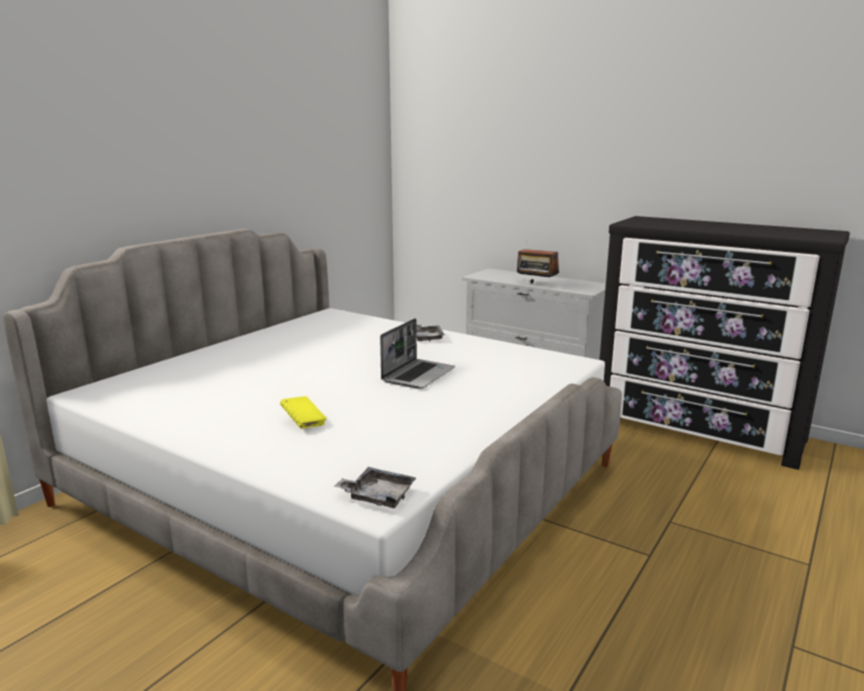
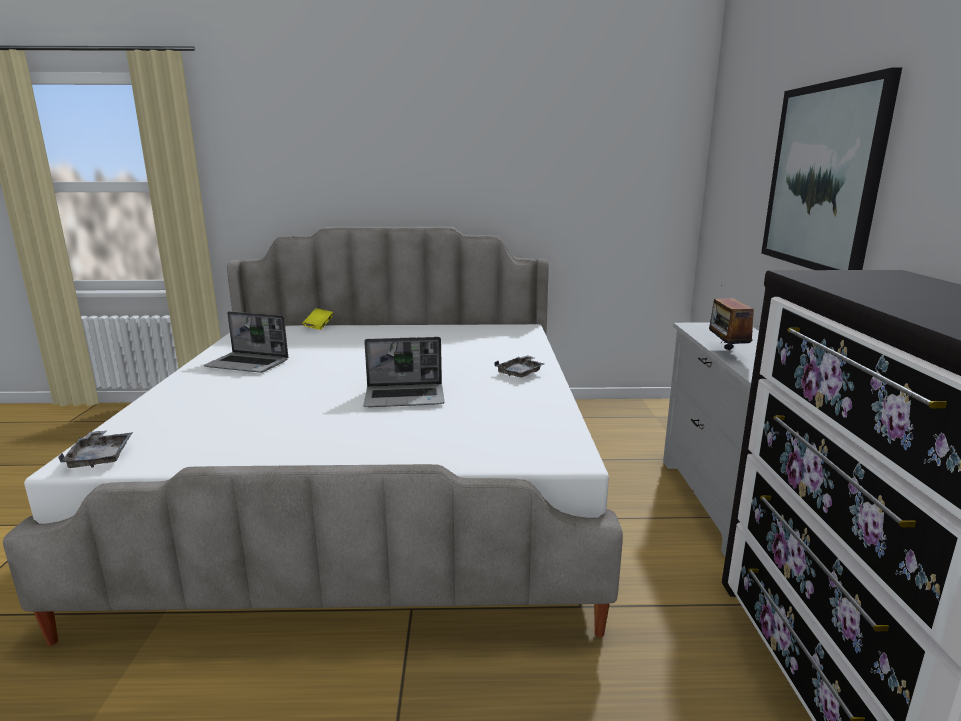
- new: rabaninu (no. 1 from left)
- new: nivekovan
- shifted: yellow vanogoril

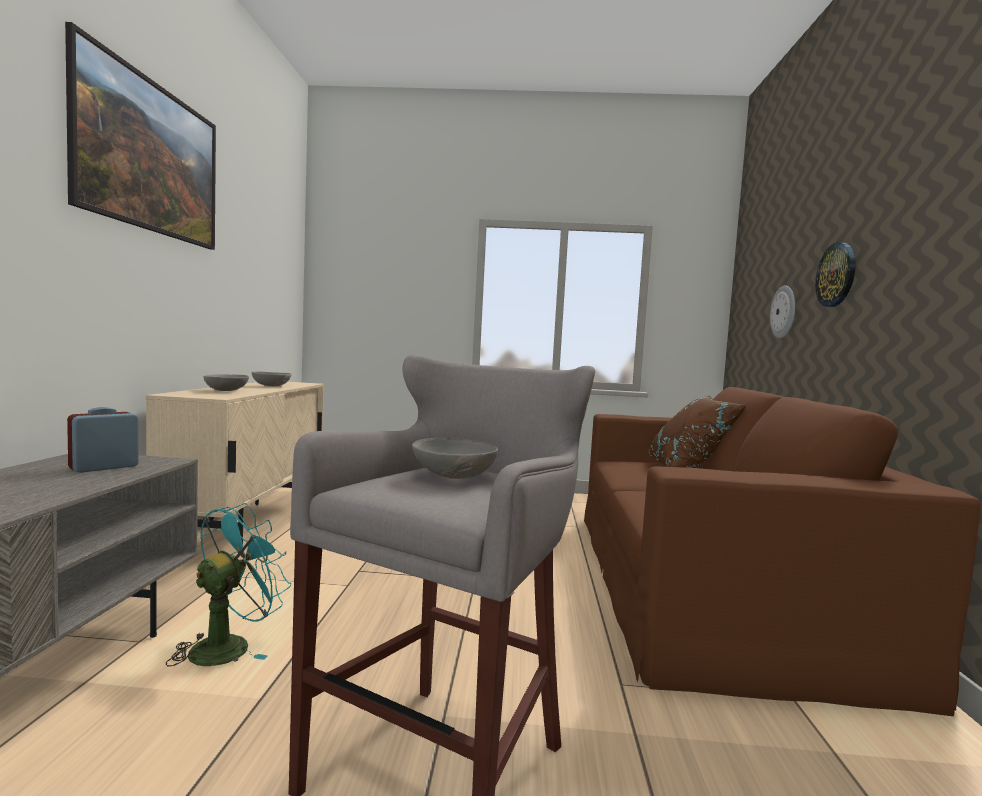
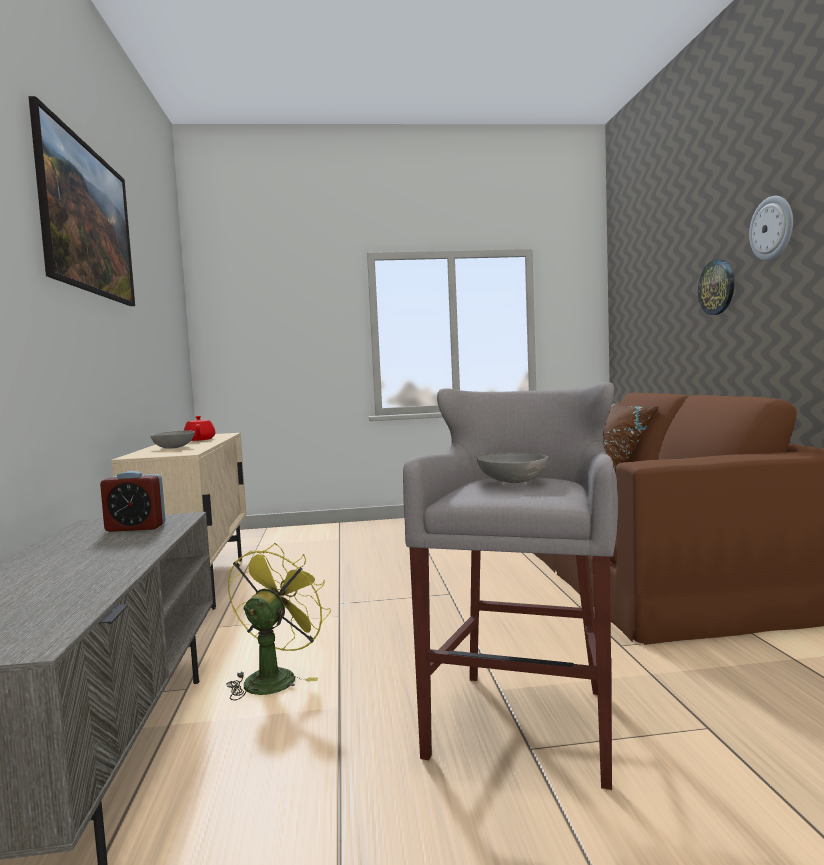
- shifted: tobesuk (no. 1 from left in the first image) to tobesuk (no. 2 from left)
- swapped: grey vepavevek (no. 2 from left) to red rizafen
- repainted: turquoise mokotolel to yellow mokotolel
- rotated: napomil 120 degrees counterclockwise

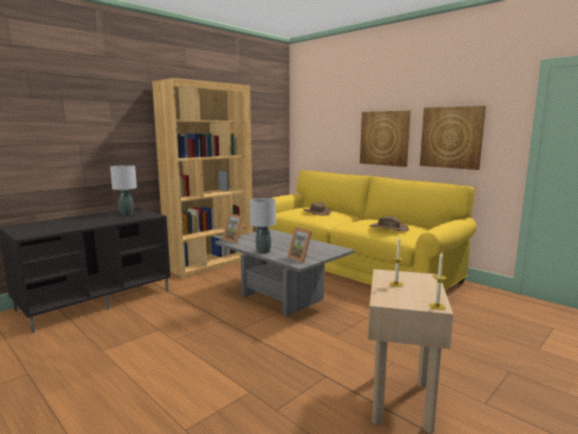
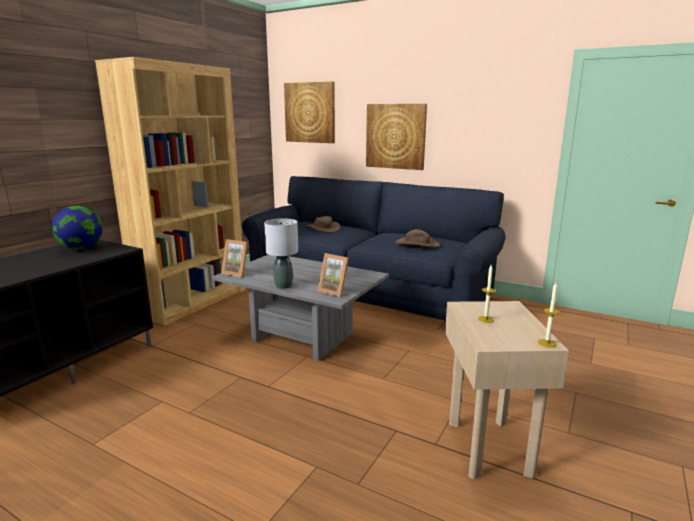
- shifted: nivekovan (no. 2 from left in the first image) to nivekovan (no. 1 from left)
- swapped: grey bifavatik (no. 1 from left) to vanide
- repainted: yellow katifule to blue katifule

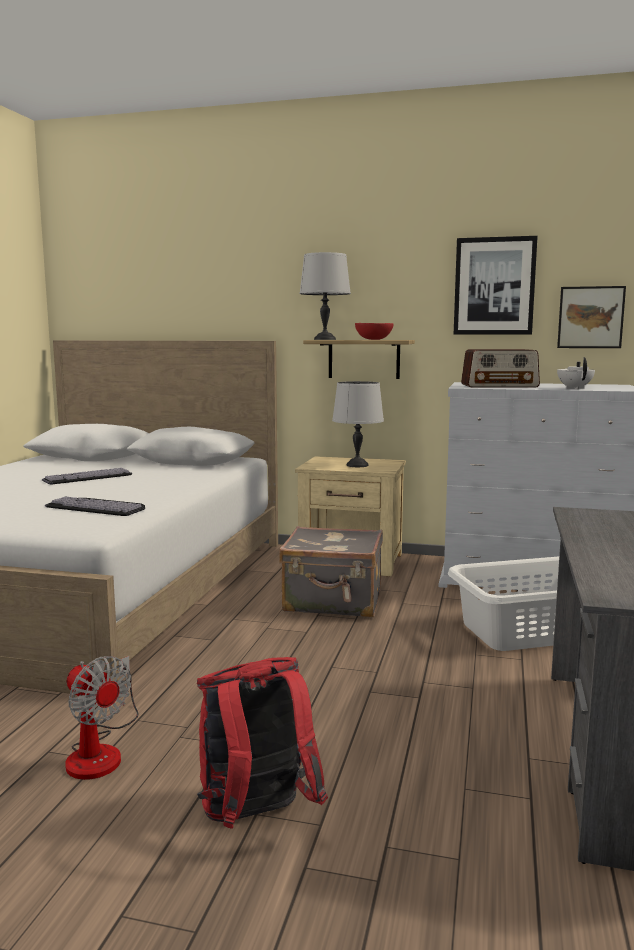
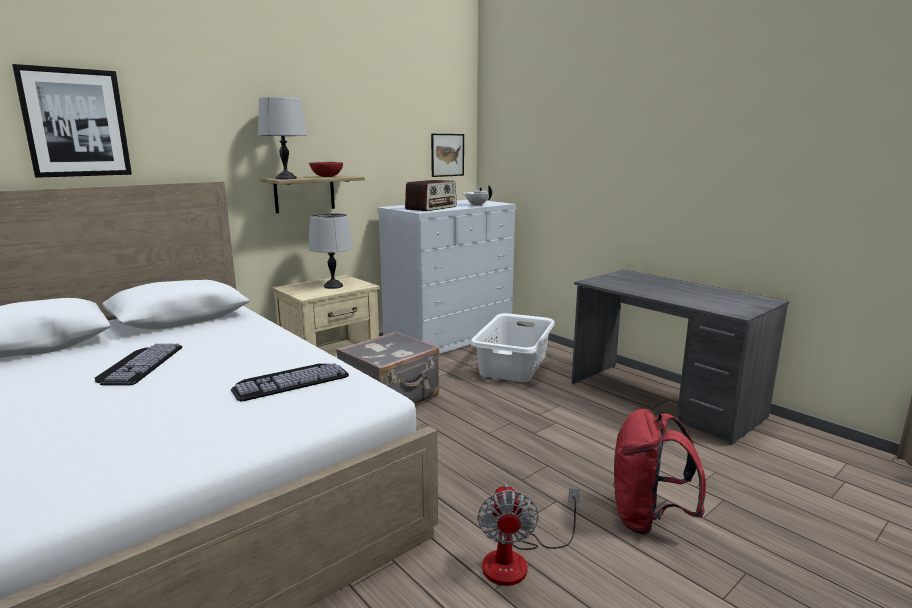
- shifted: nivekovan (no. 1 from left)
- rotated: mokotolel 105 degrees clockwise

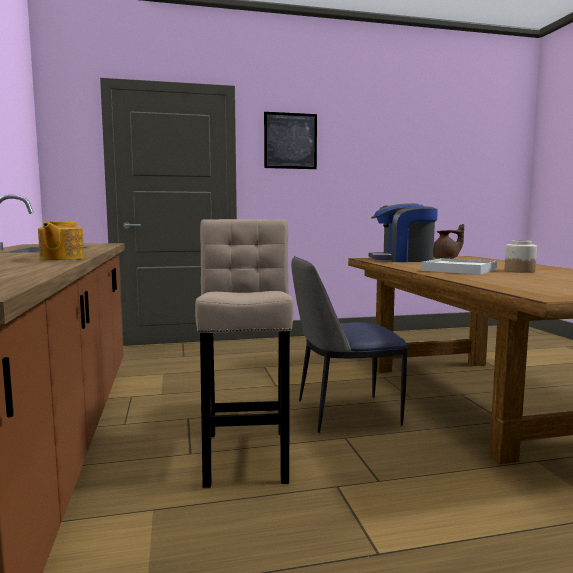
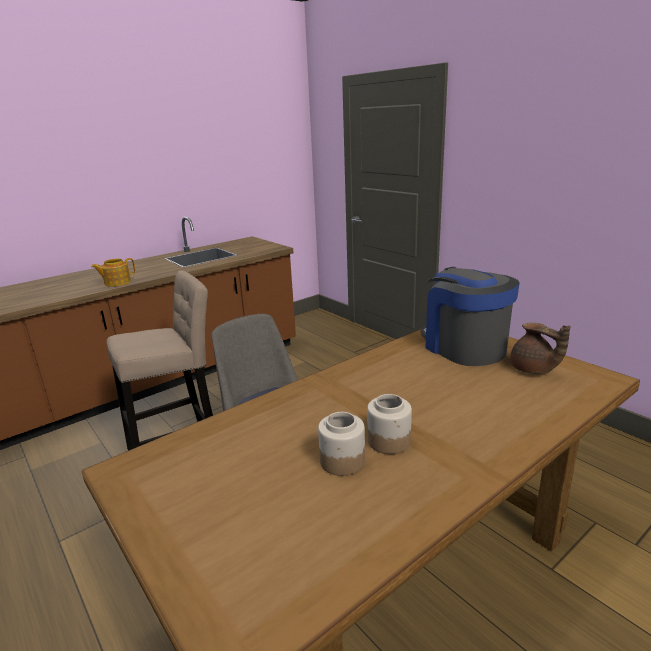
- gone: nivekovan
- gone: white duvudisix
- new: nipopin (no. 1 from left)

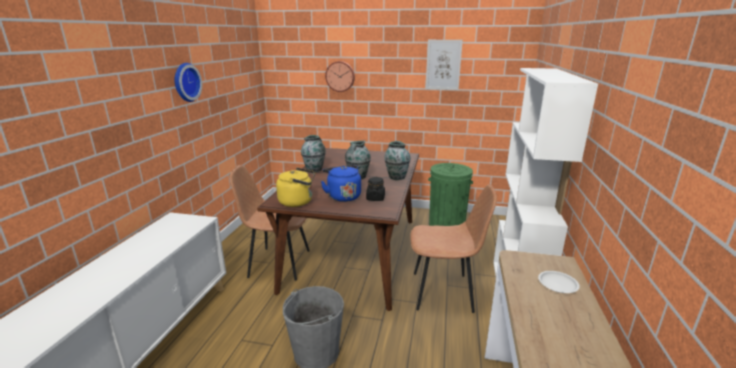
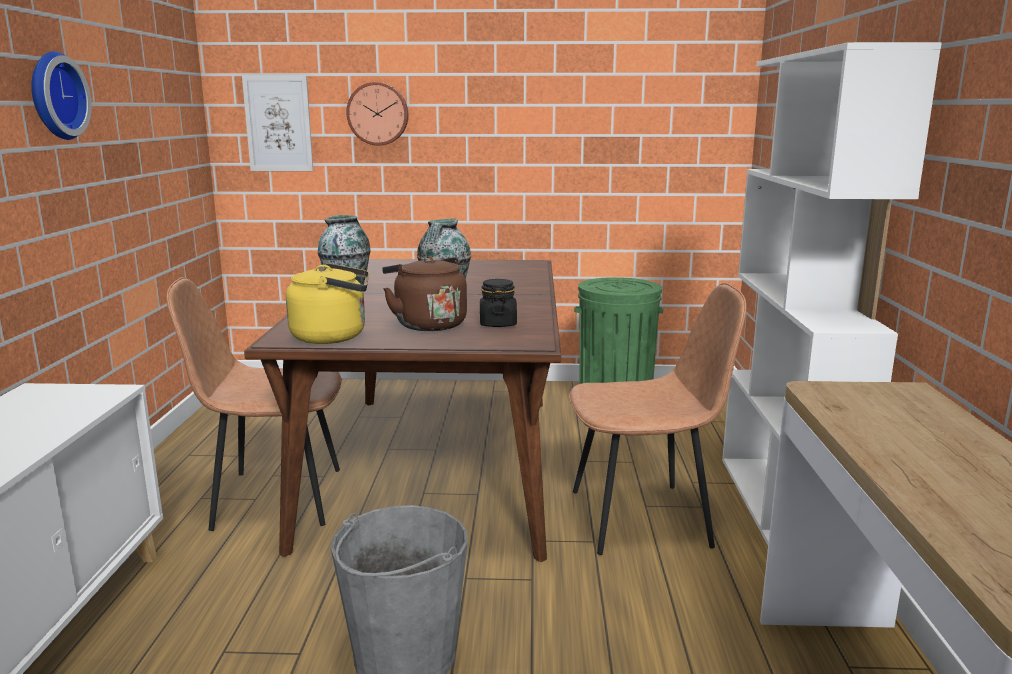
- gone: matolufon (no. 3 from left)
- gone: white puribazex
- shifted: nivekovan
- repainted: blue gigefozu to brown gigefozu

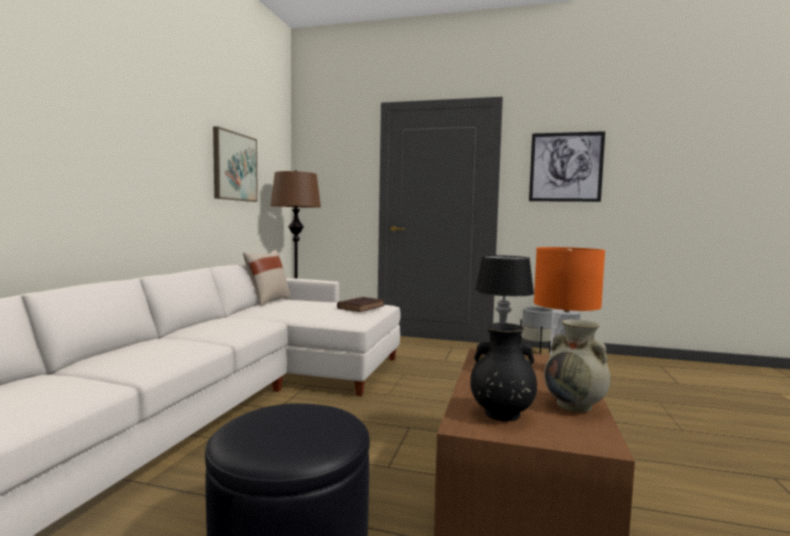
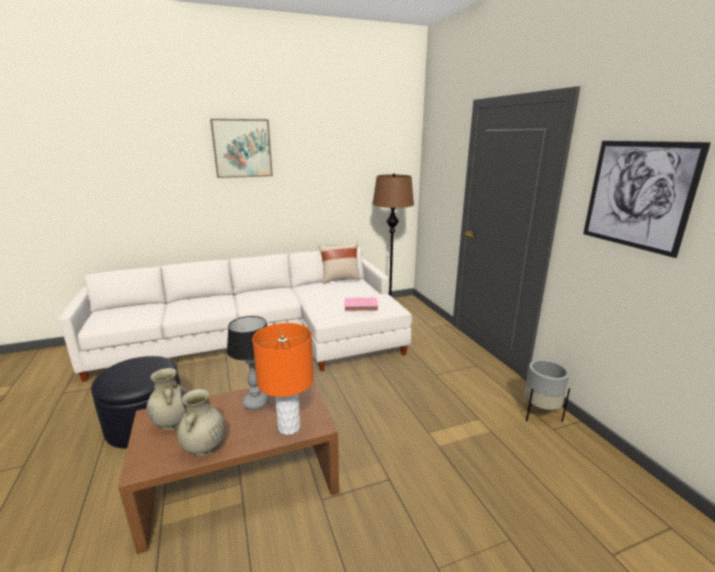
- shifted: nivekovan (no. 1 from left)
- repainted: brown vanogoril to pink vanogoril
- repainted: black matolufon to beige matolufon (no. 1 from left)

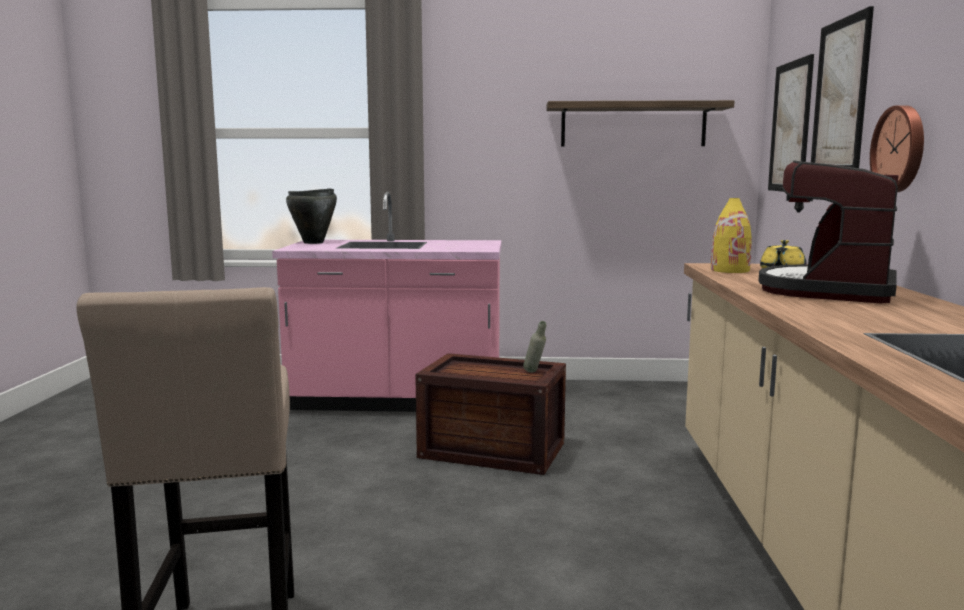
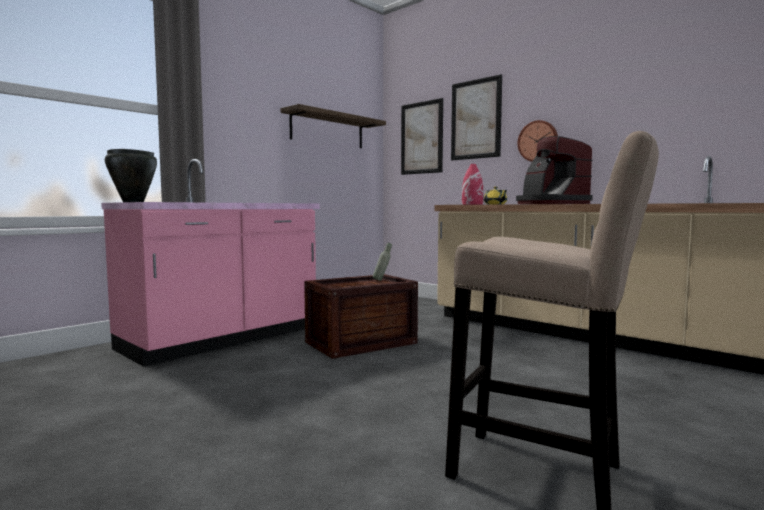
- repainted: yellow matolufon to red matolufon

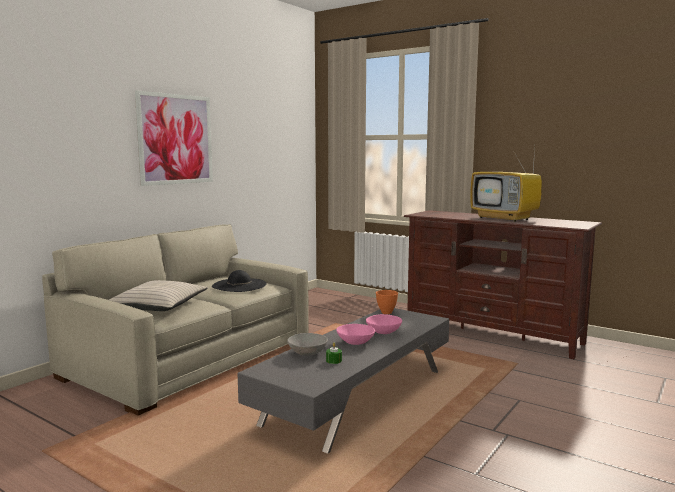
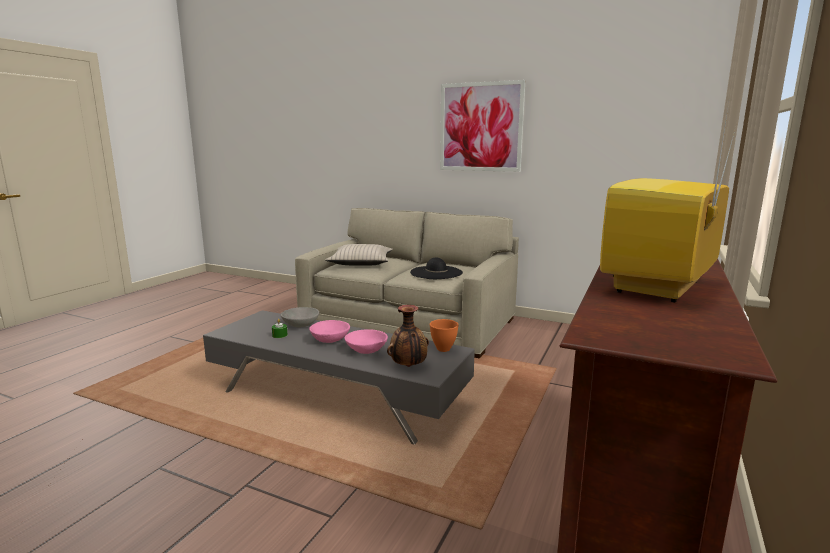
- new: matolufon

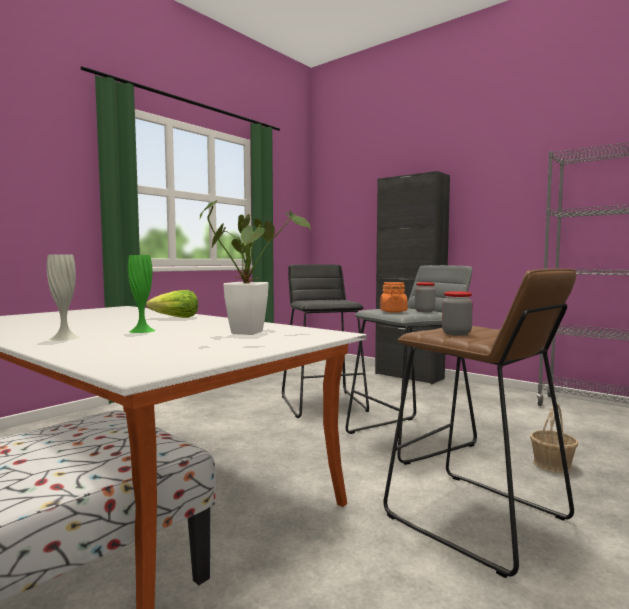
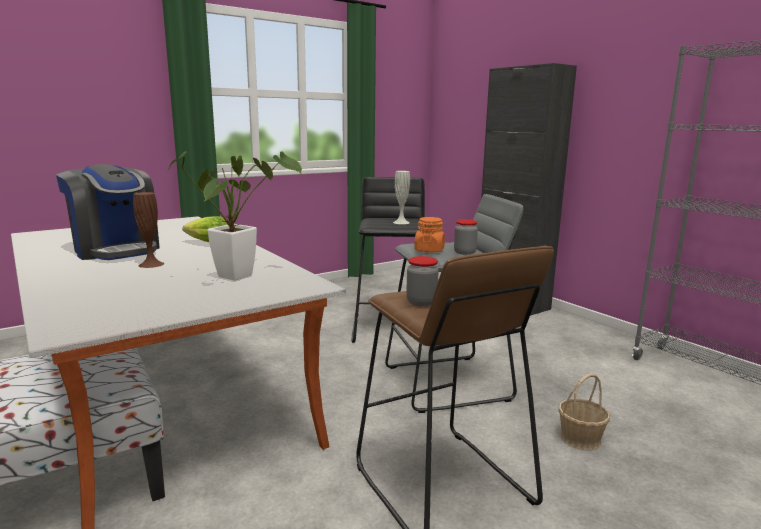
- new: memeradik
- shifted: white matolufon
- repainted: green matolufon to brown matolufon

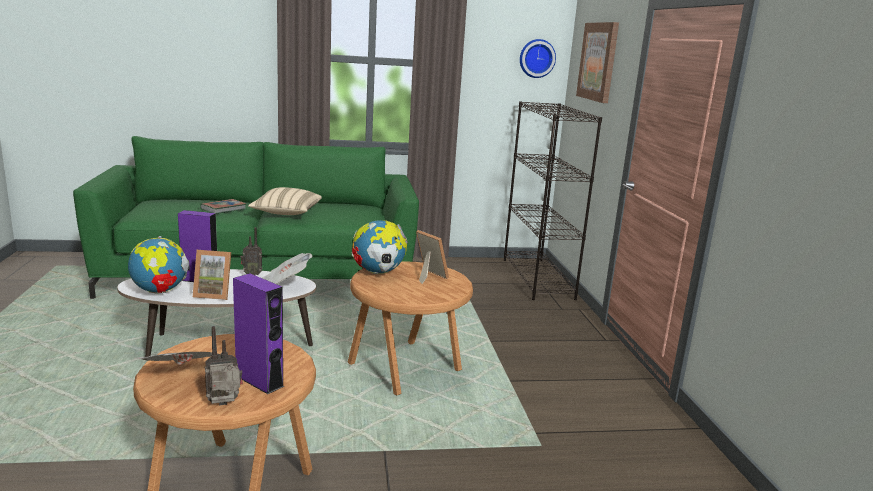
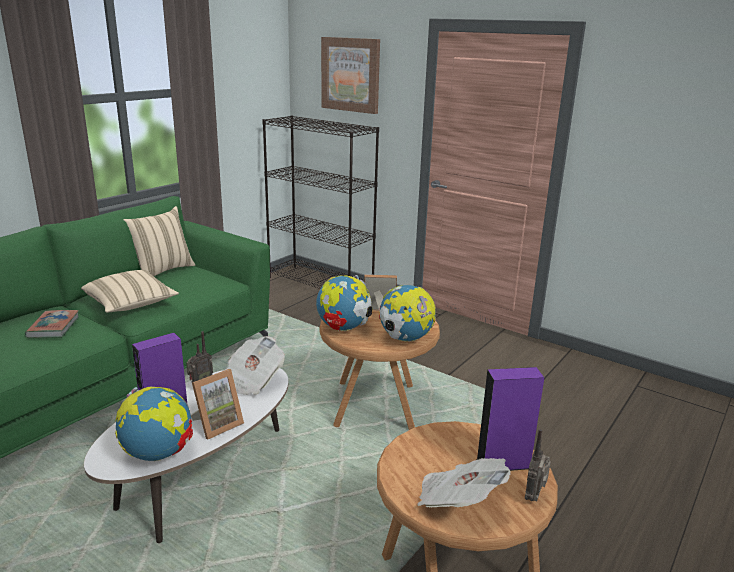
- gone: tobesuk
- new: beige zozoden (no. 2 from left)
- new: vanide (no. 3 from left)

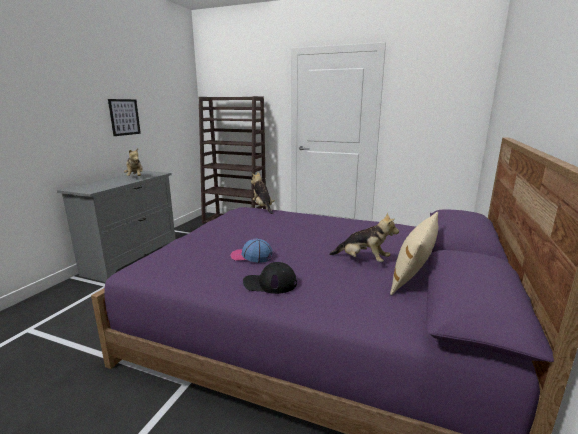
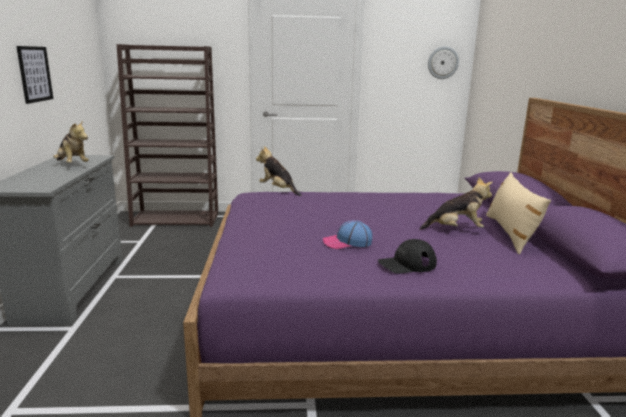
- new: tobesuk

